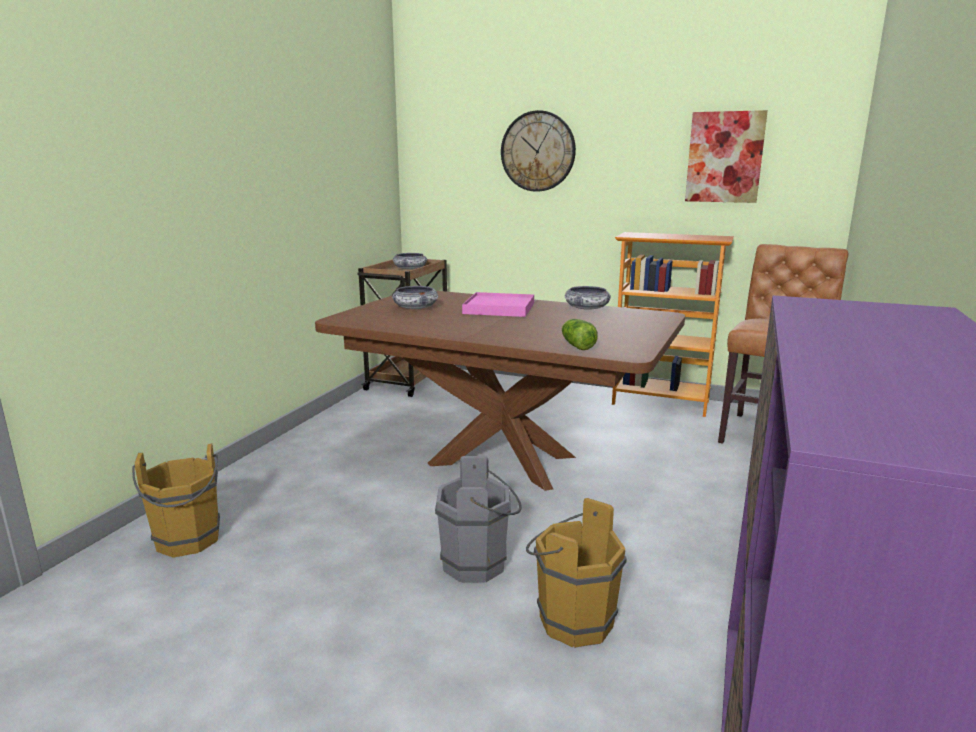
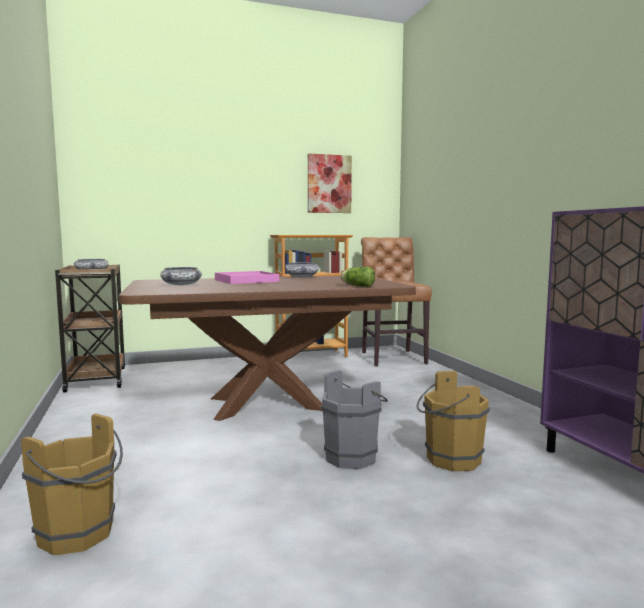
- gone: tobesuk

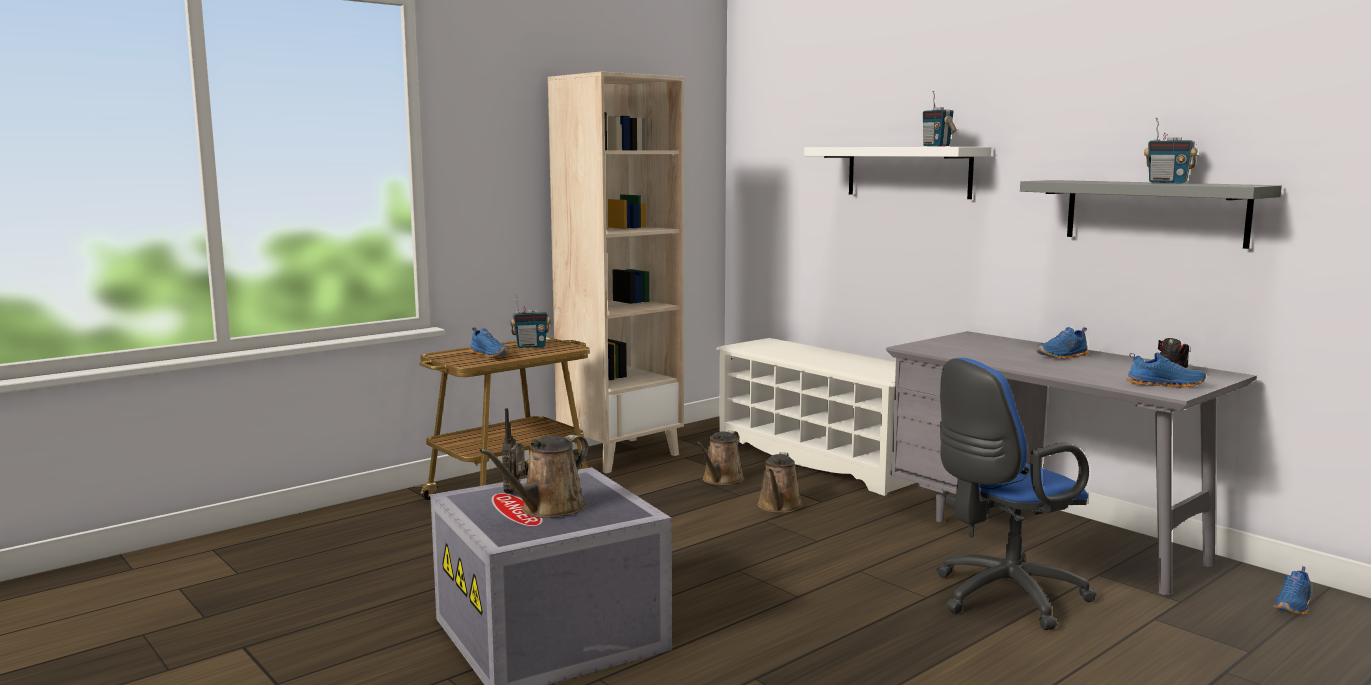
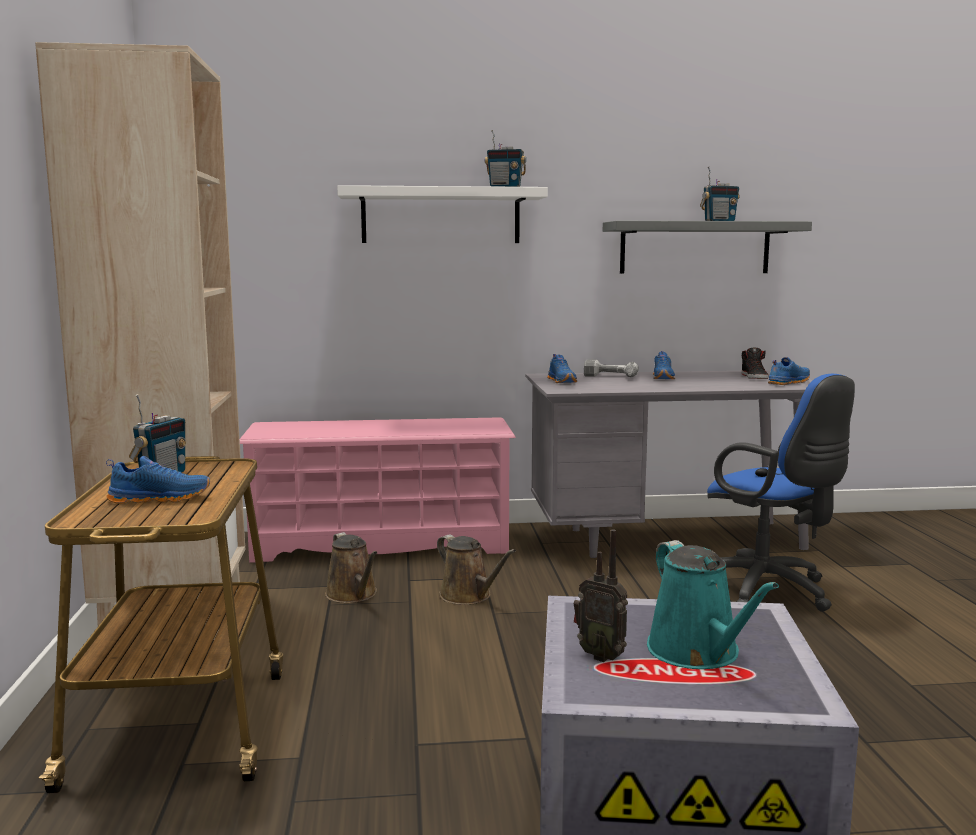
- new: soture
- shifted: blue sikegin (no. 4 from left in the first image) to blue sikegin (no. 2 from left)
- repainted: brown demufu (no. 1 from left) to turquoise demufu
- repainted: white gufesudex to pink gufesudex
- rotated: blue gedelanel 45 degrees counterclockwise

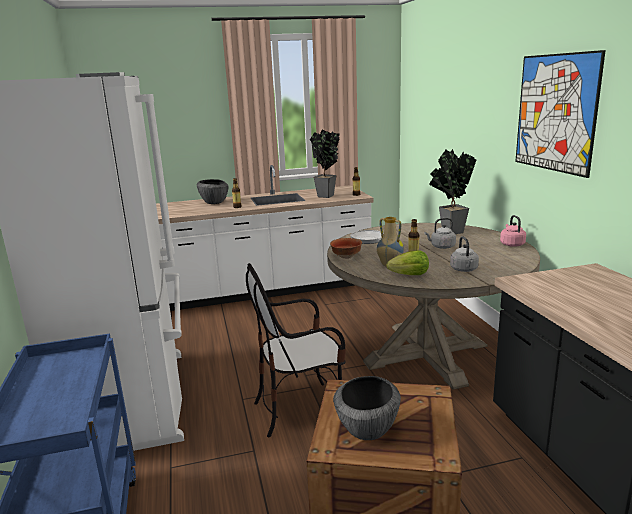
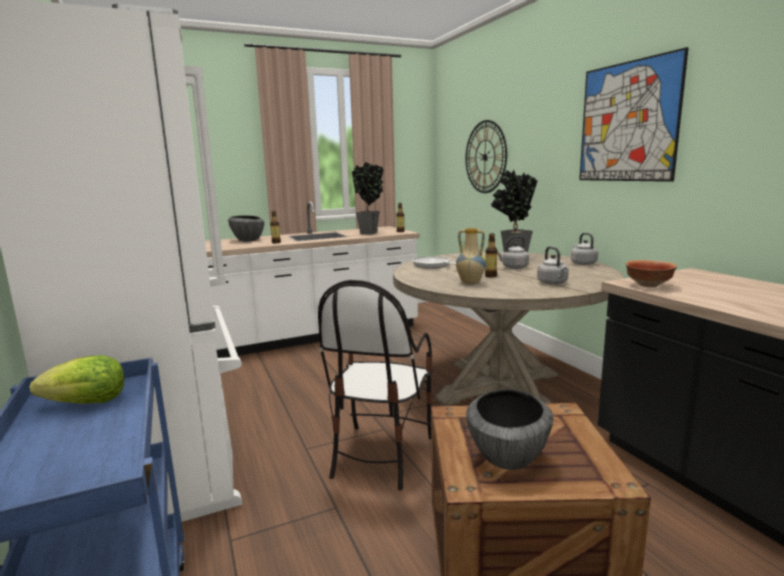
- new: tobesuk
- shifted: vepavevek (no. 2 from left in the first image) to vepavevek (no. 3 from left)
- shifted: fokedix
- repainted: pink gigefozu to grey gigefozu (no. 3 from left)
- rotated: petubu 45 degrees counterclockwise

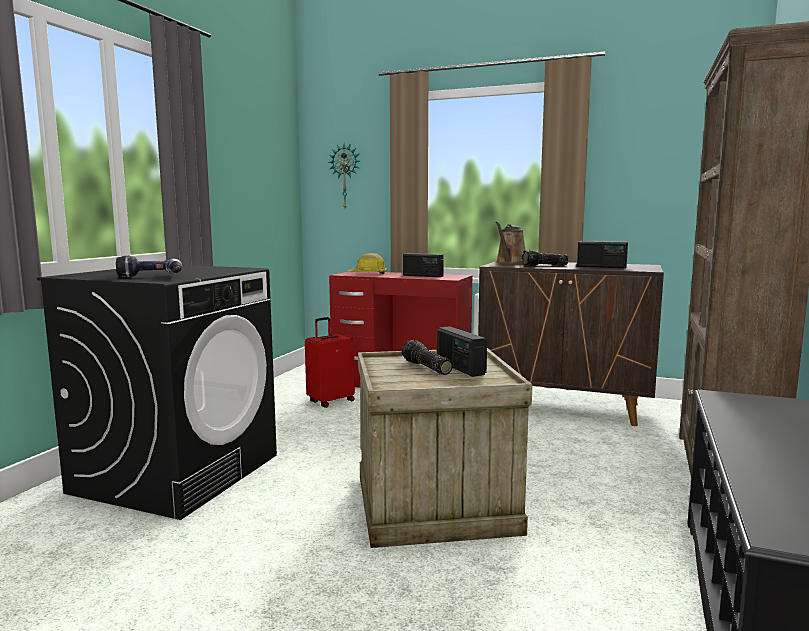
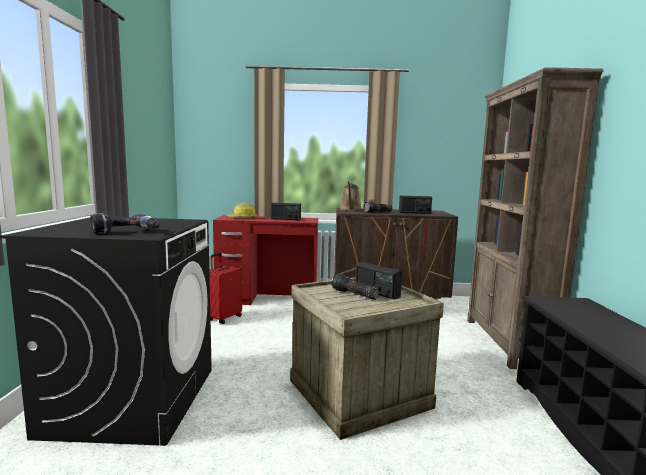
- gone: tobesuk

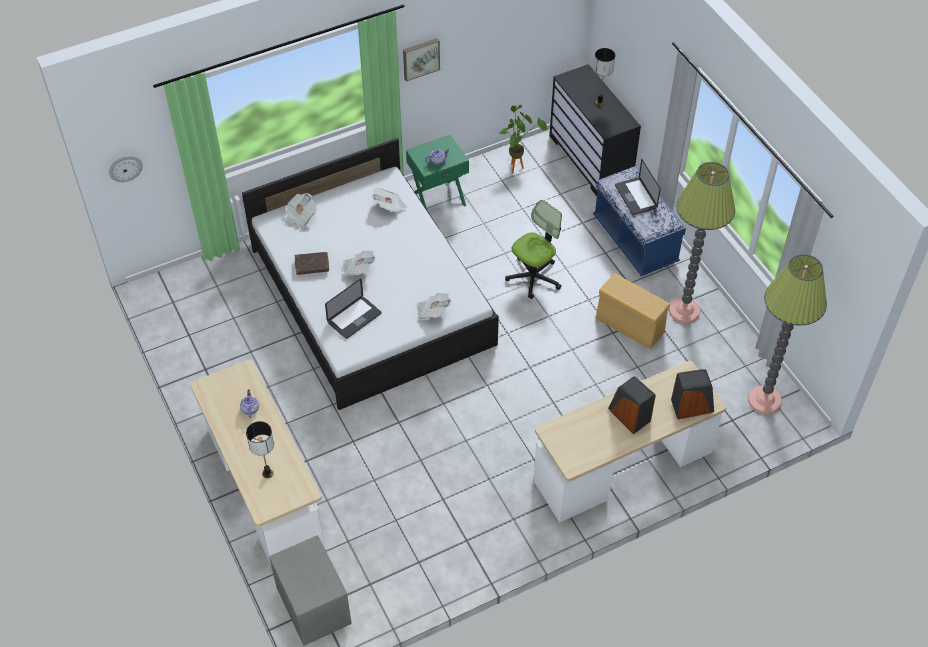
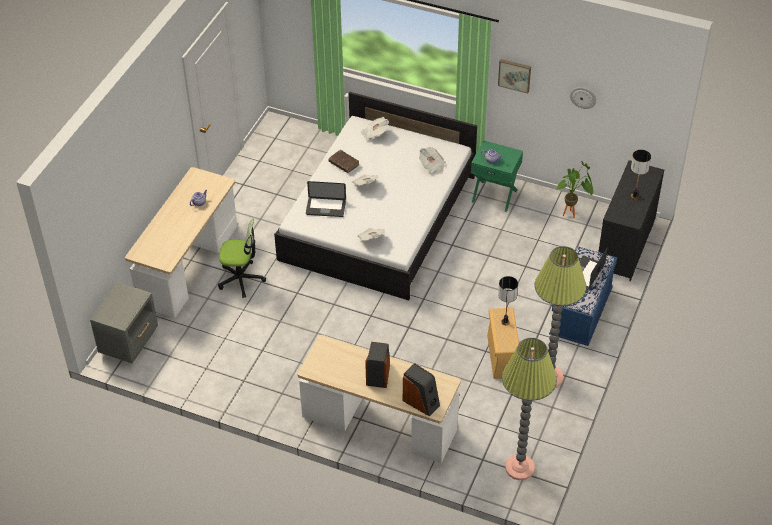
- shifted: tobesuk
- shifted: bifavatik (no. 1 from left)
- shifted: gedelanel

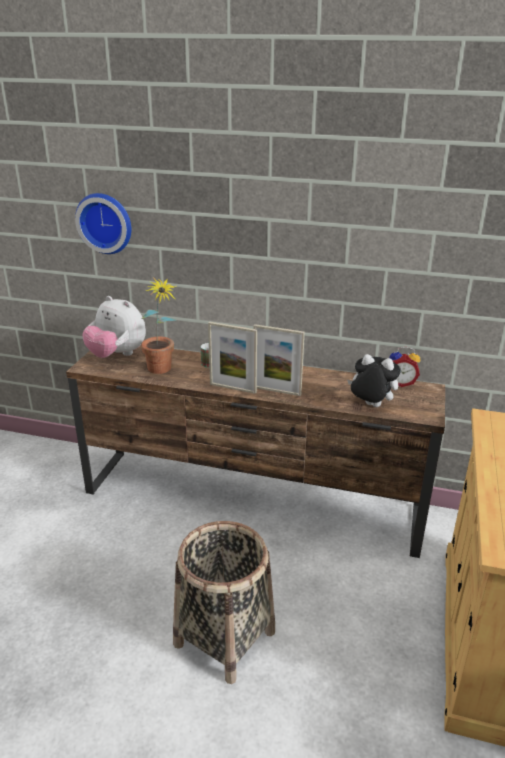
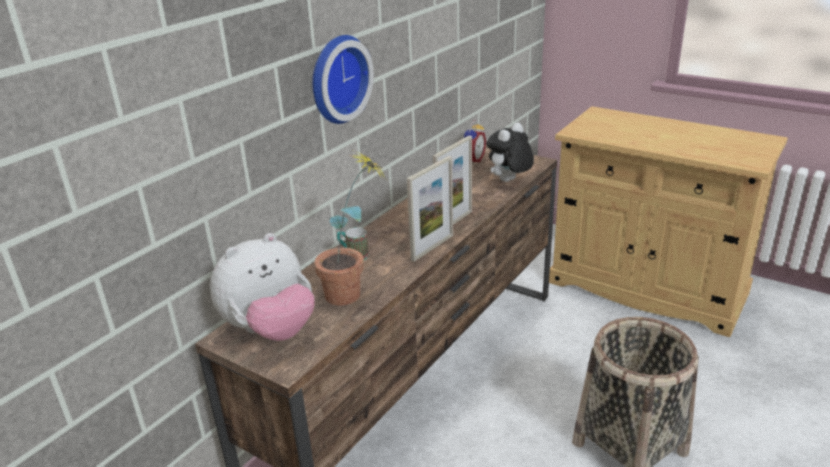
- shifted: tobesuk

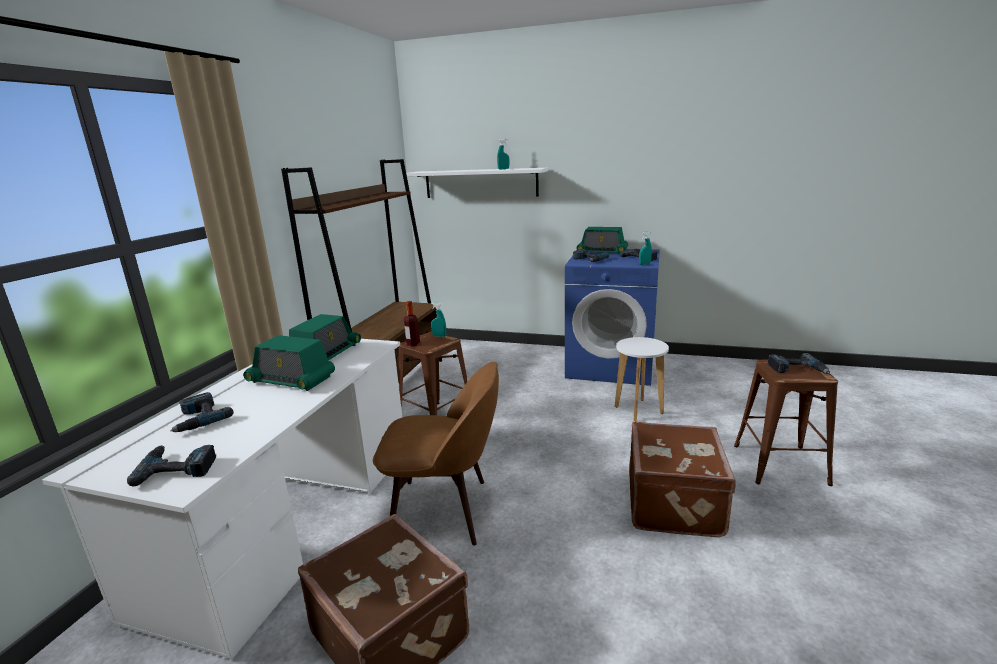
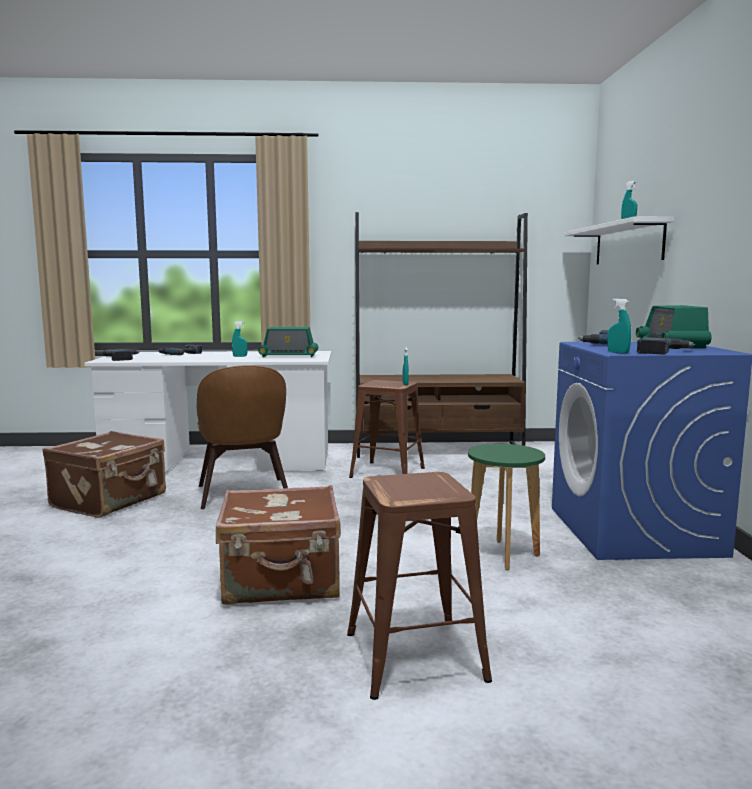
- gone: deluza
- gone: soture (no. 5 from left)
- swapped: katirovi (no. 1 from left) to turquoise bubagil (no. 1 from left)
- repainted: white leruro to green leruro

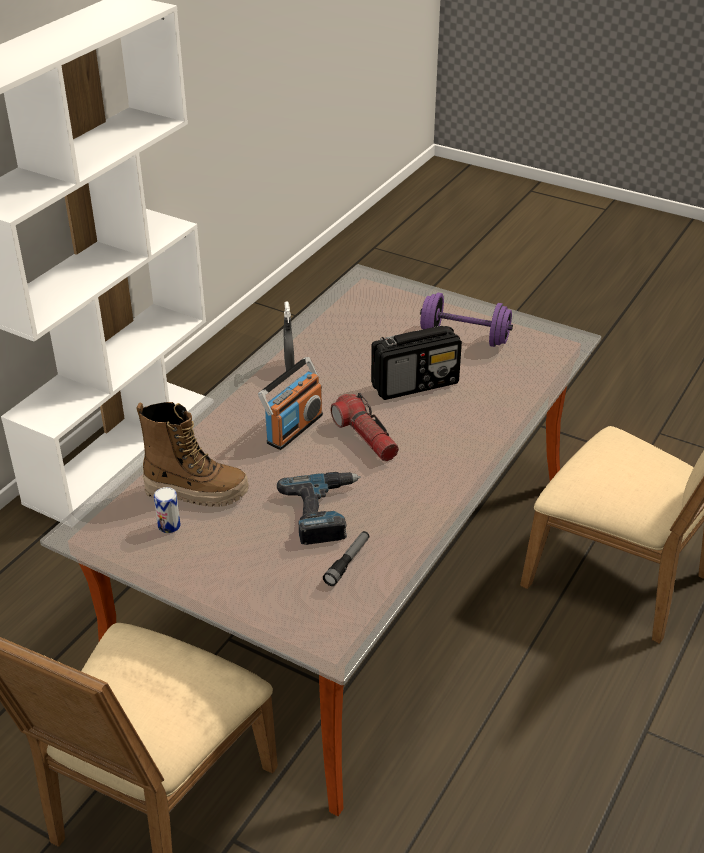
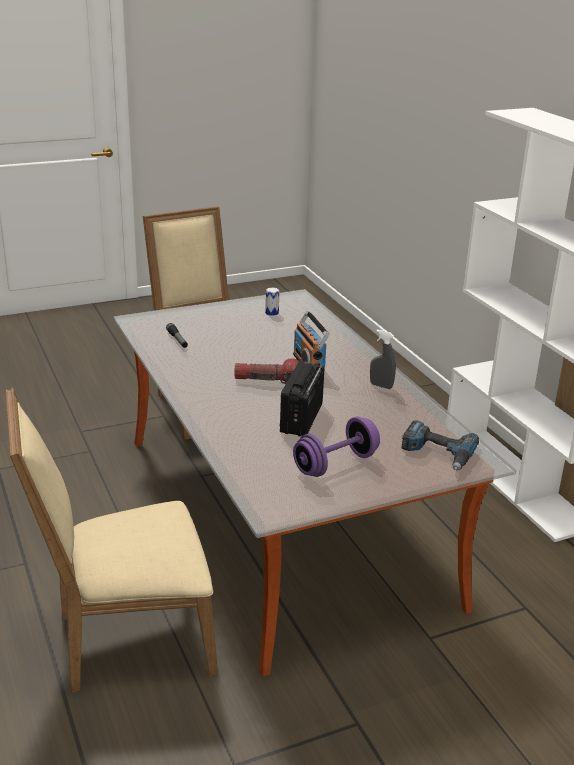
- gone: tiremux
- shifted: soture

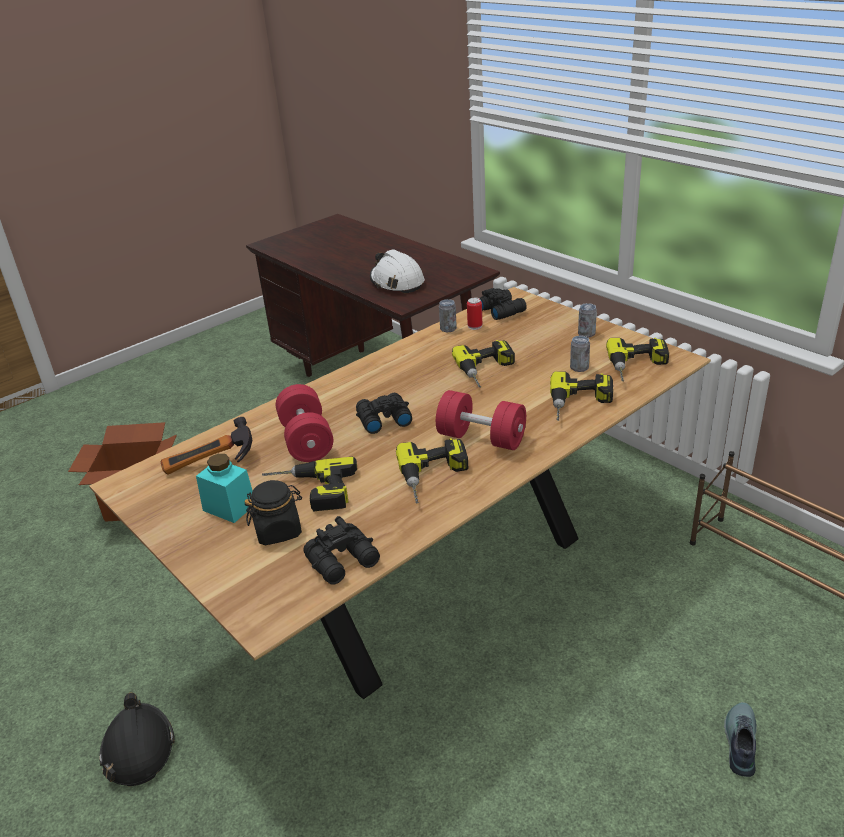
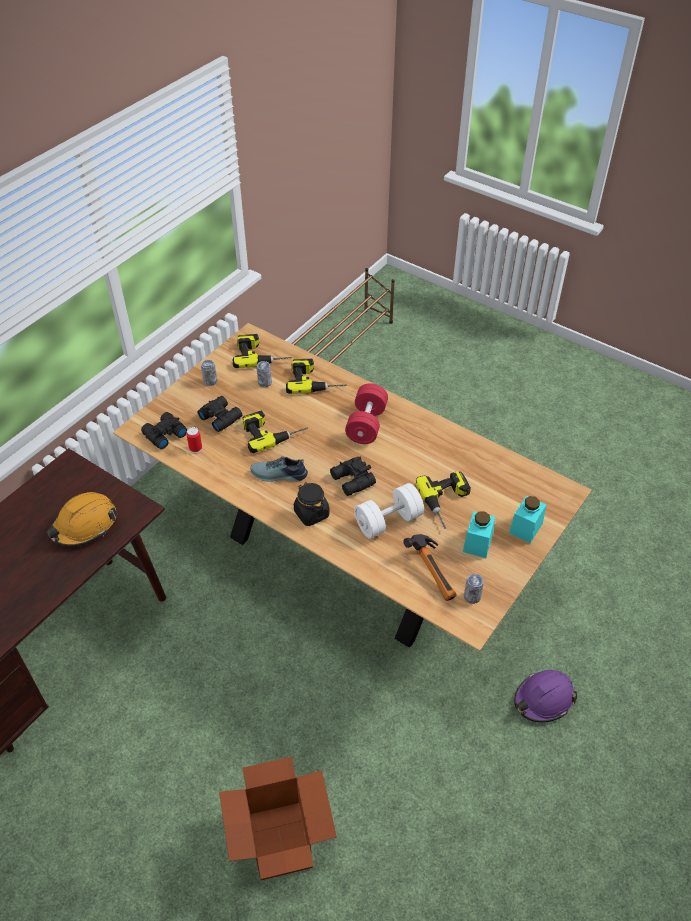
- gone: soture (no. 2 from left)
- new: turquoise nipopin (no. 2 from left)
- shifted: black nipopin
- shifted: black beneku (no. 1 from left in the first image) to black beneku (no. 2 from left)
- shifted: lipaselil (no. 1 from left in the first image) to lipaselil (no. 4 from left)
- shifted: sikegin
- repainted: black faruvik to purple faruvik
- repainted: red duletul (no. 1 from left) to white duletul
- repainted: white faruvik to orange faruvik

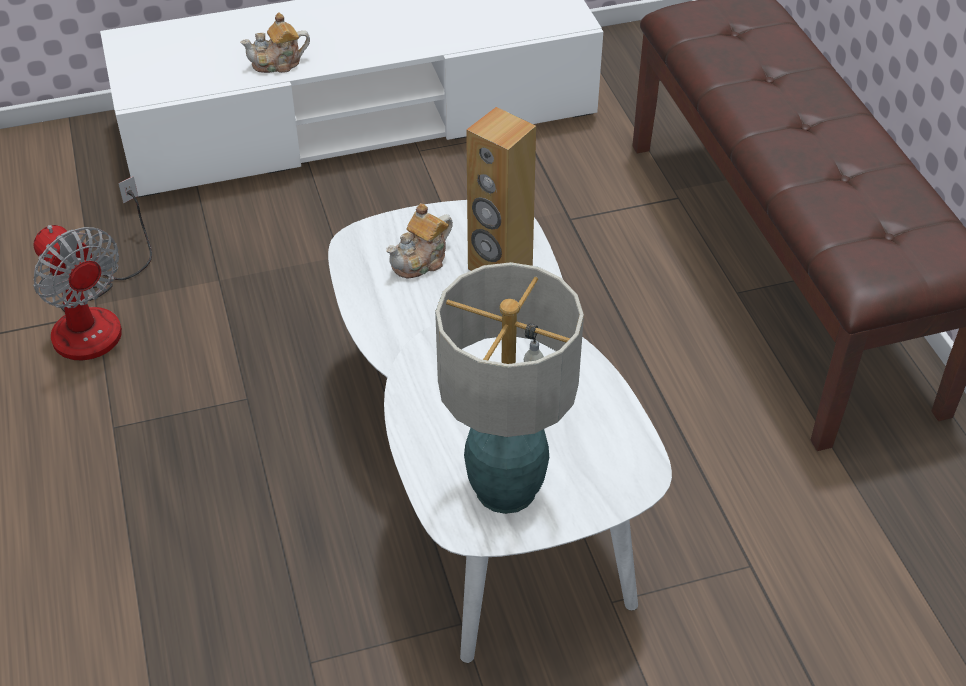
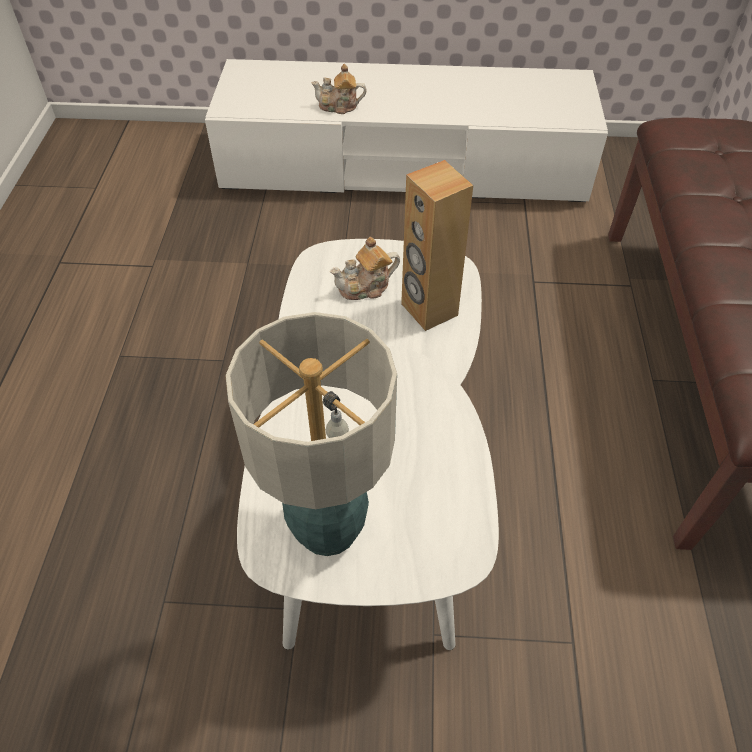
- gone: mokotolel

